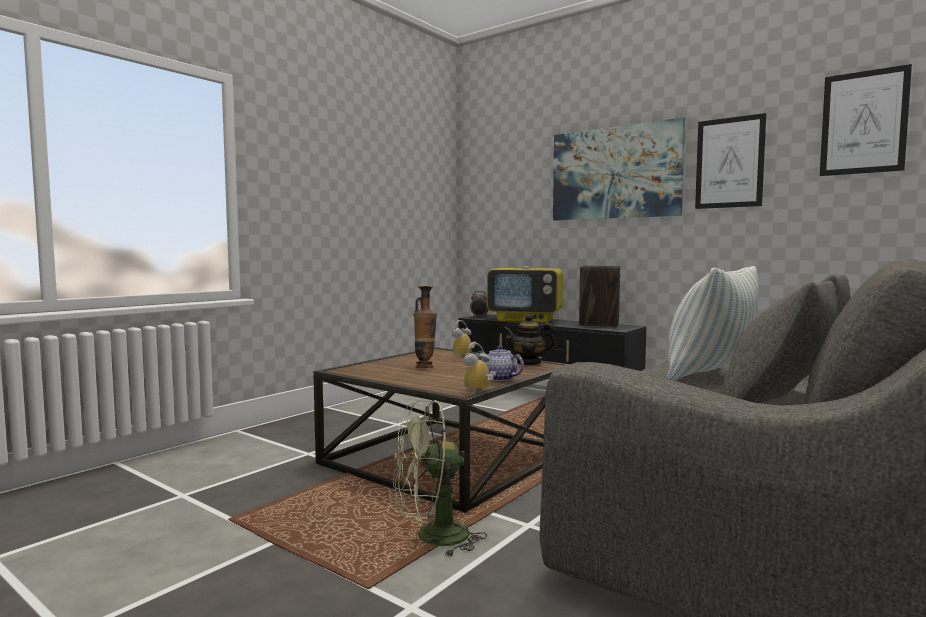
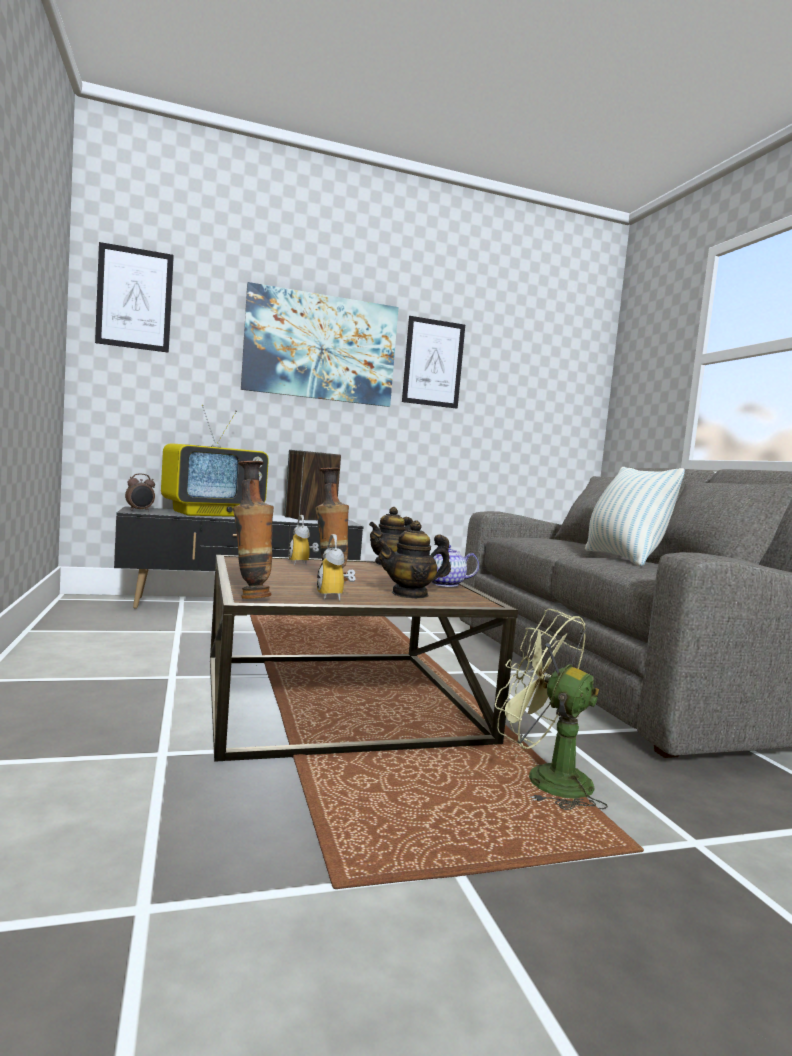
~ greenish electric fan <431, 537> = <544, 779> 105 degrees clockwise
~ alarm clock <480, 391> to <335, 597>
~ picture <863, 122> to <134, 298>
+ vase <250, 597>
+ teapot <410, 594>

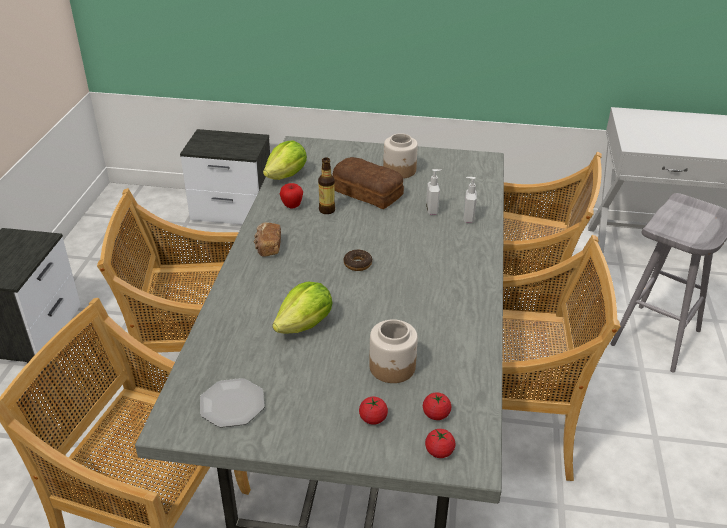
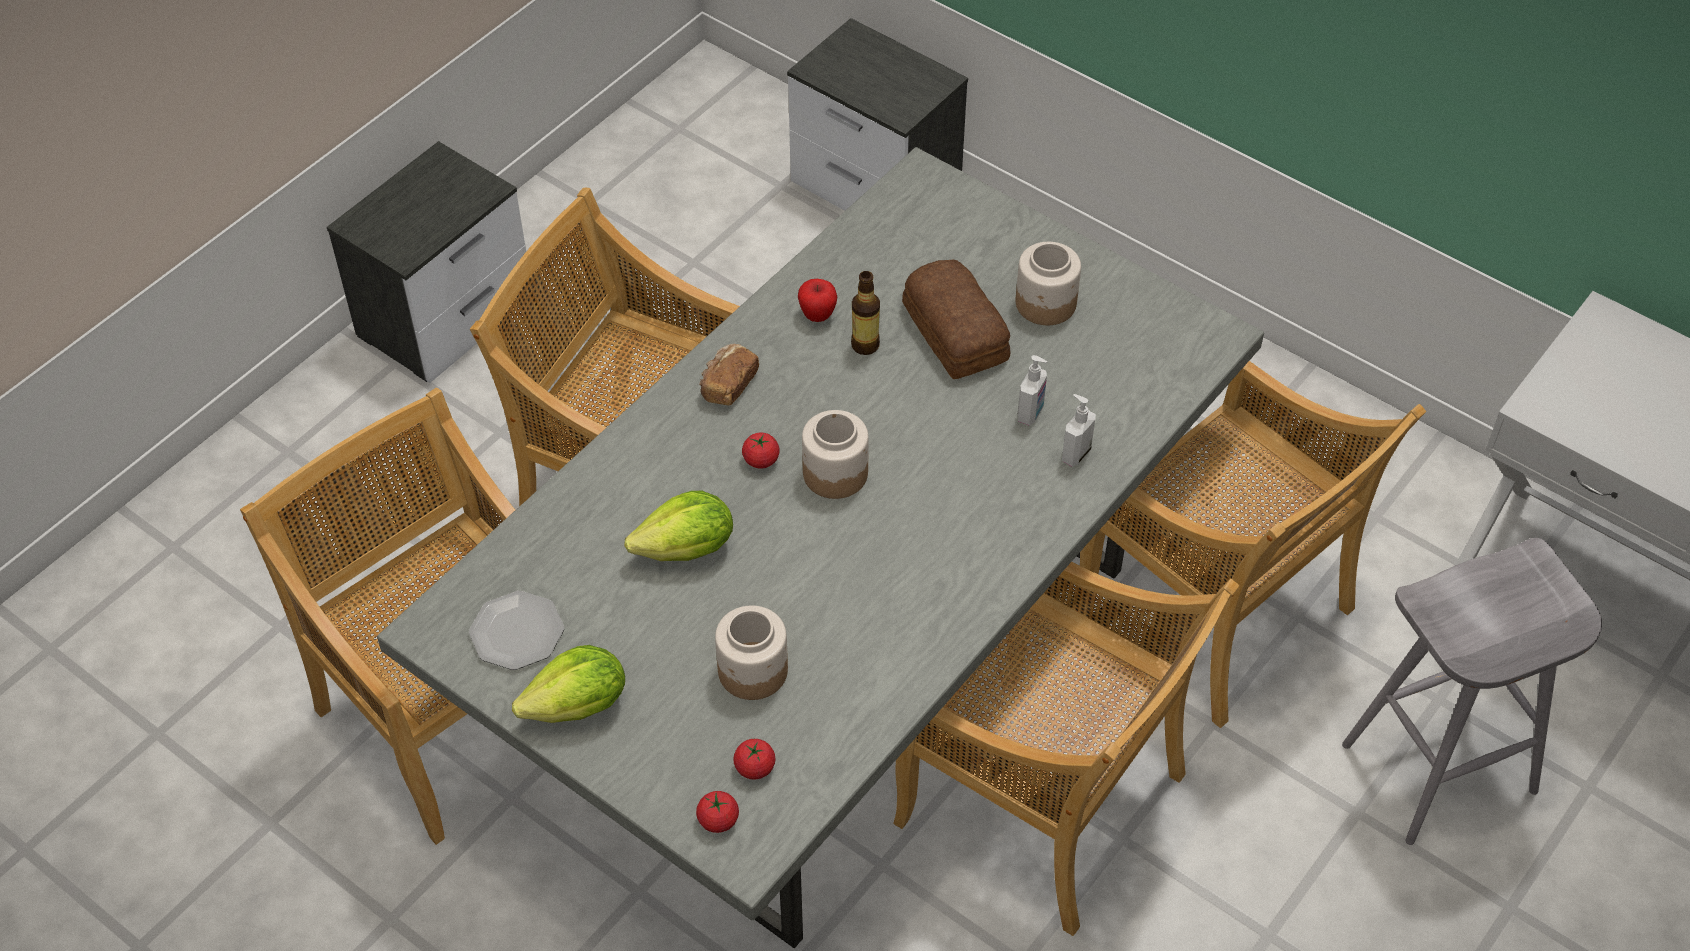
~ head of lettuce <286, 175> to <578, 707>
~ doughnut <357, 264> to storage jar <835, 473>
~ whole tomato <373, 418> to <761, 460>

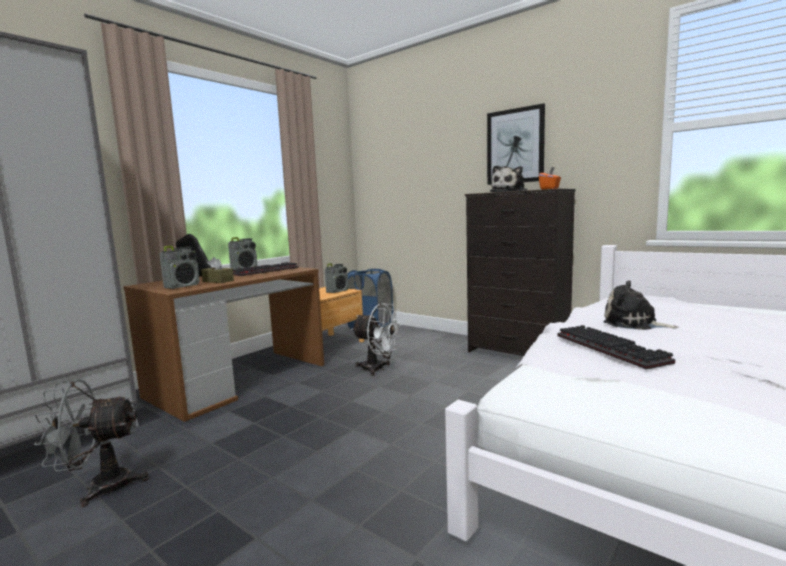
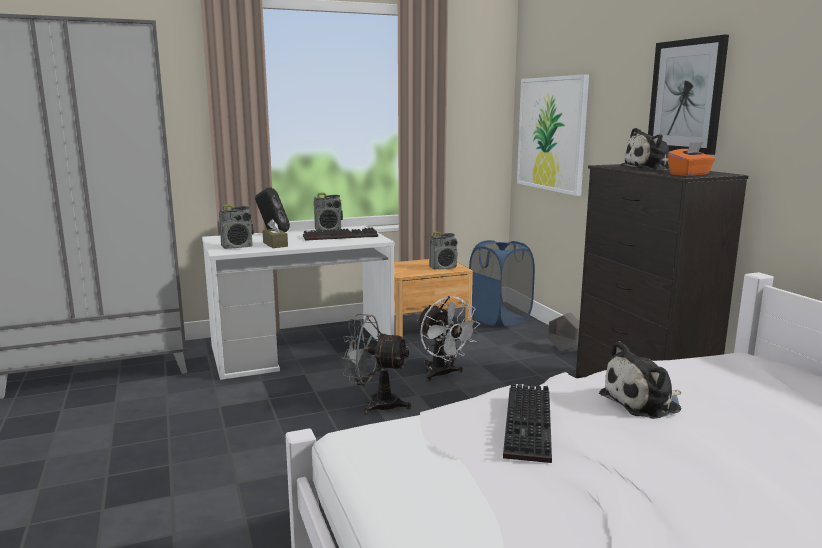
~ grey electric fan <99, 487> to <375, 404>
~ brown-coloured desk table <239, 380> to white-coloured desk table <301, 350>
~ cuddly toy <634, 324> = <644, 402> 90 degrees counterclockwise
+ picture <551, 134>
+ grey plant pot <564, 349>

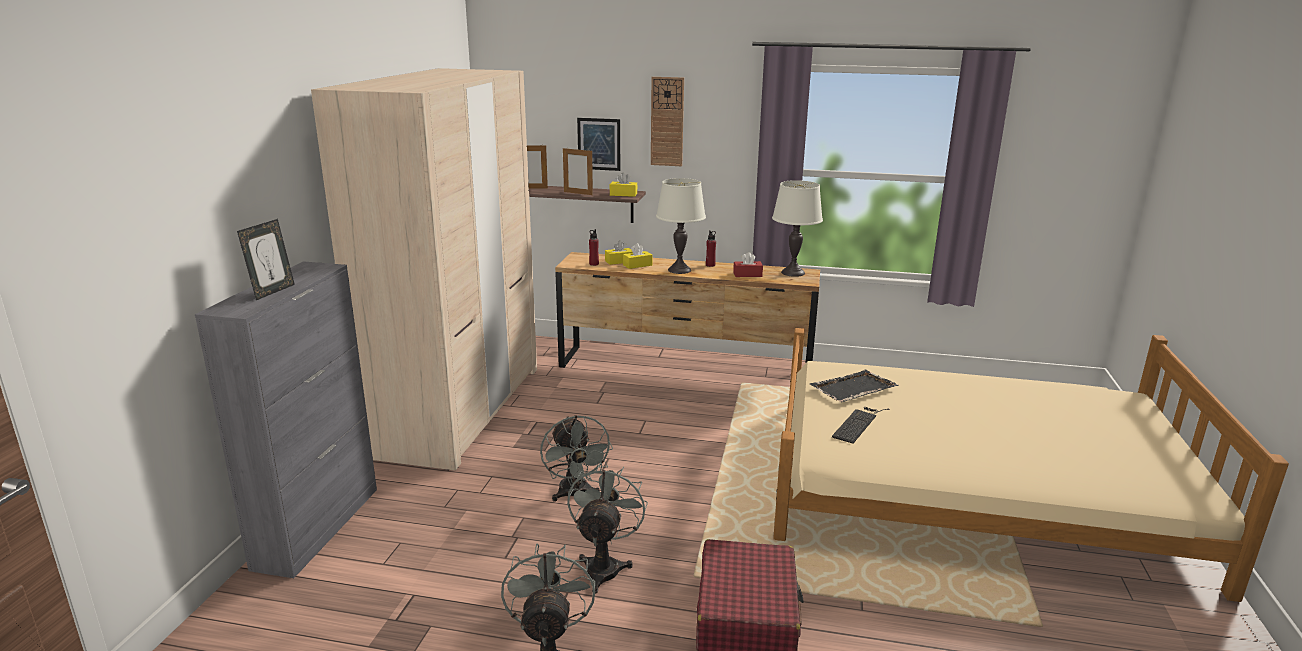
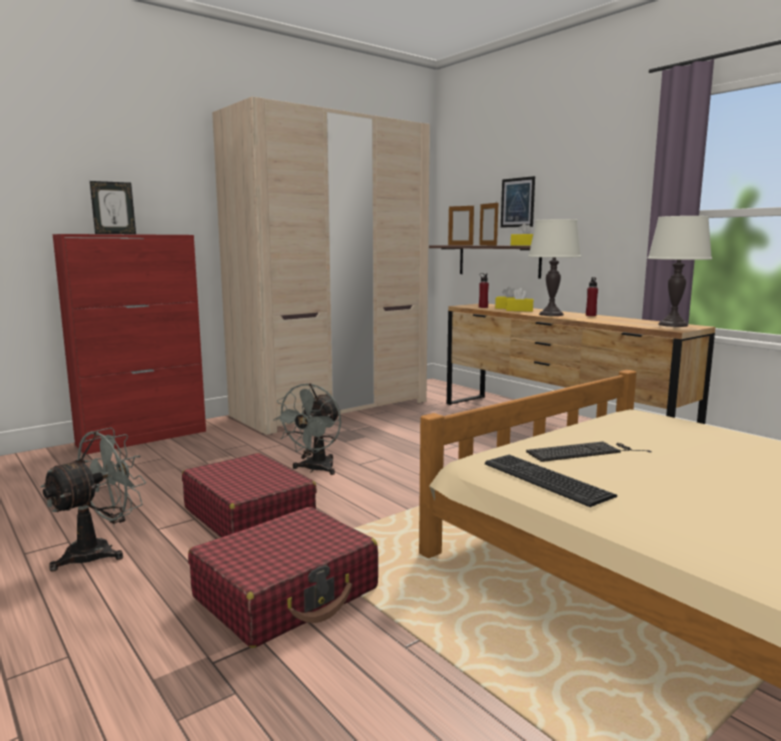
~ grey cabinet <318, 527> to red-coloured cabinet <143, 437>
~ grey electric fan <604, 566> to red-coloured travel case <249, 515>
- clock on the wall <667, 122>
- red-coloured tissue holder <747, 274>
- black-coloured carrying tray <852, 389>
+ keyboard <546, 480>

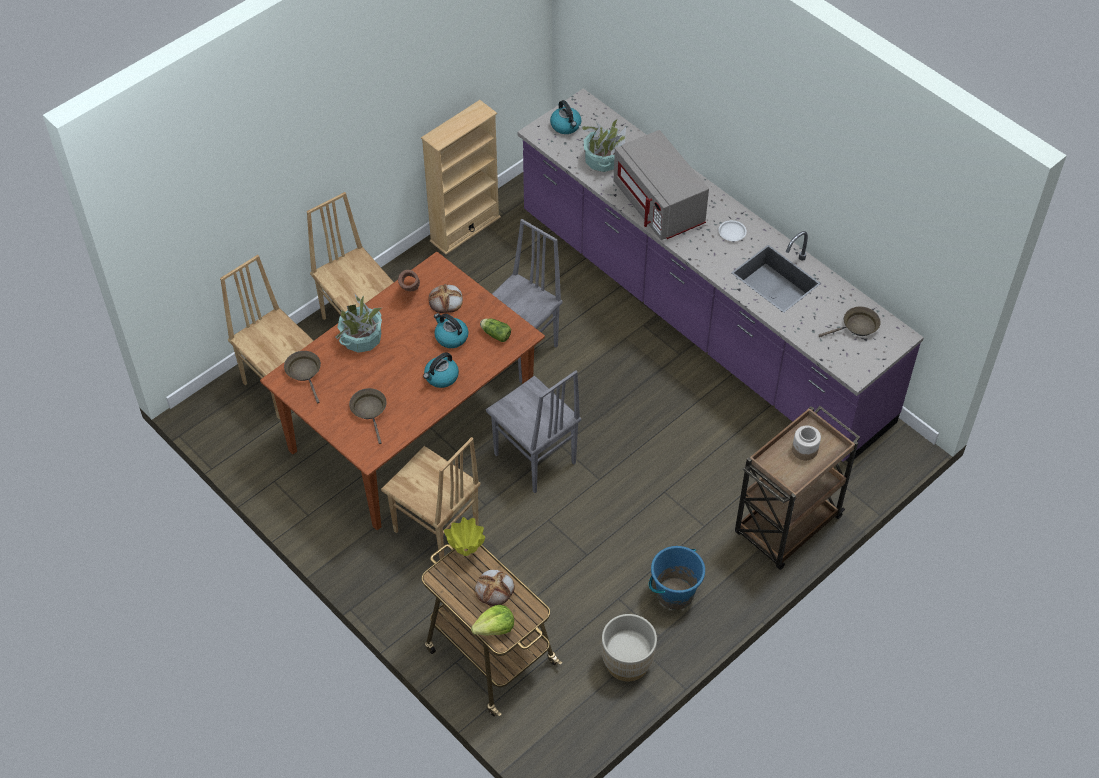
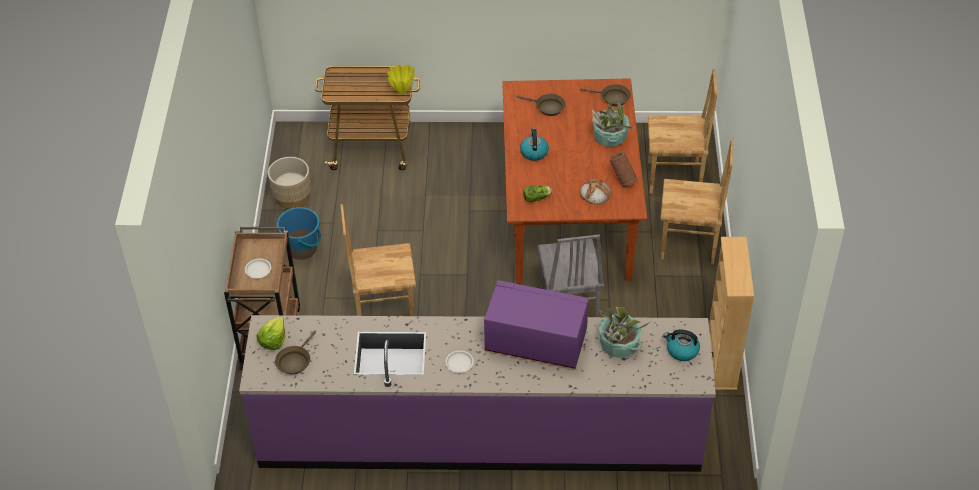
~ brown-coloured chair <436, 531> to <384, 309>
- tea kettle <451, 337>
~ head of lettuce <495, 628> to <273, 340>
- bakery bread <495, 589>
- grey chair <534, 460>
~ grey kitchen microwave <659, 205> to purplish kitchen microwave <535, 342>
~ storage jar <804, 450> to white-coloured dinner plate <258, 270>

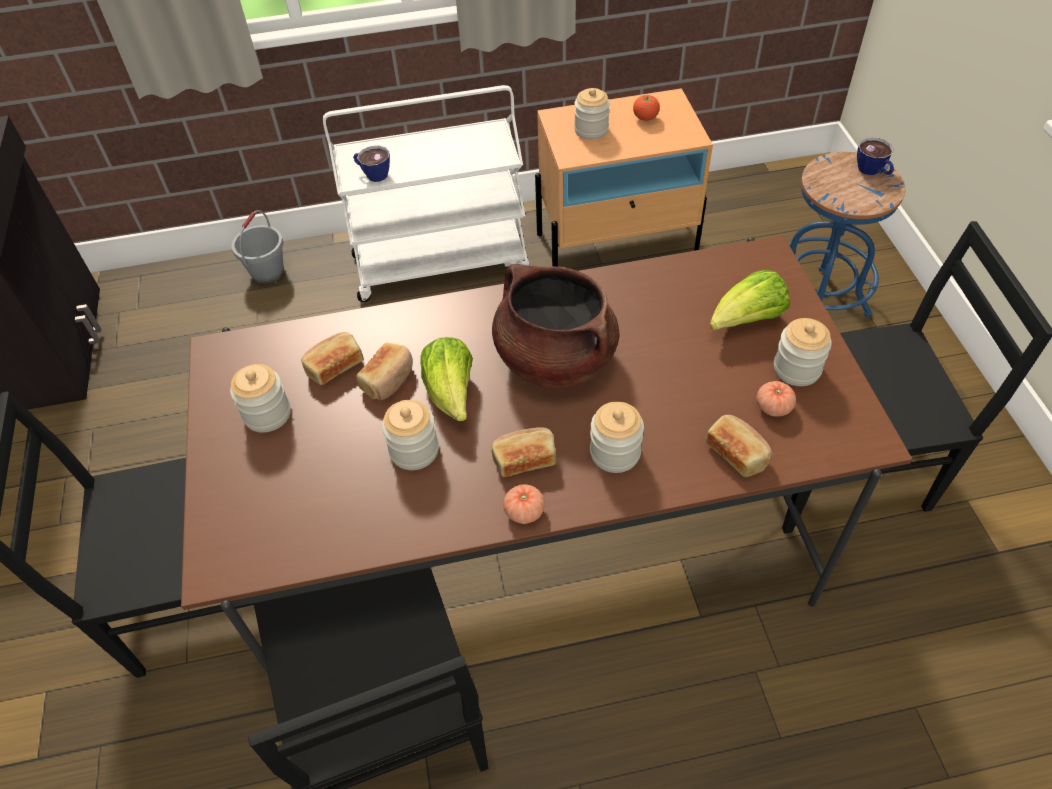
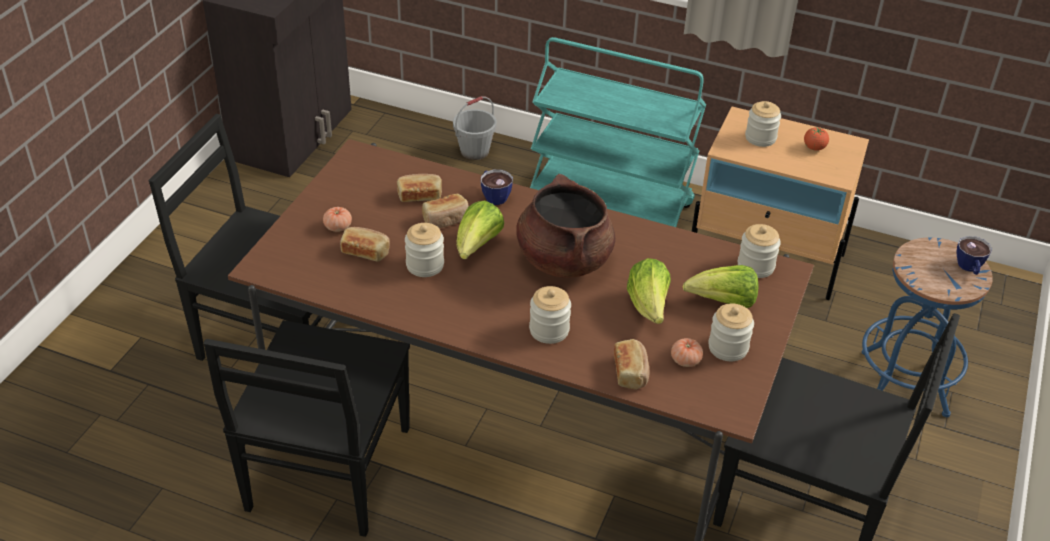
~ storage jar <267, 414> to <755, 266>
~ white-coloured wheeled cart <441, 263> to turquoise-coloured wheeled cart <610, 205>
~ drinking cup <373, 174> to <494, 195>
~ bakery bread <524, 458> to <366, 251>
~ whole tomato <524, 511> to <338, 227>
+ head of lettuce <648, 306>

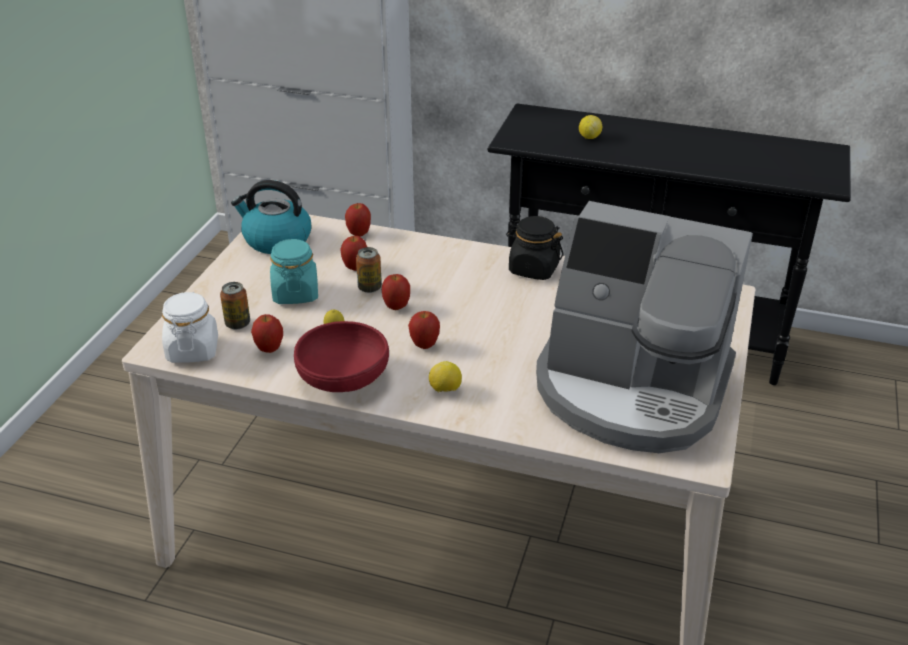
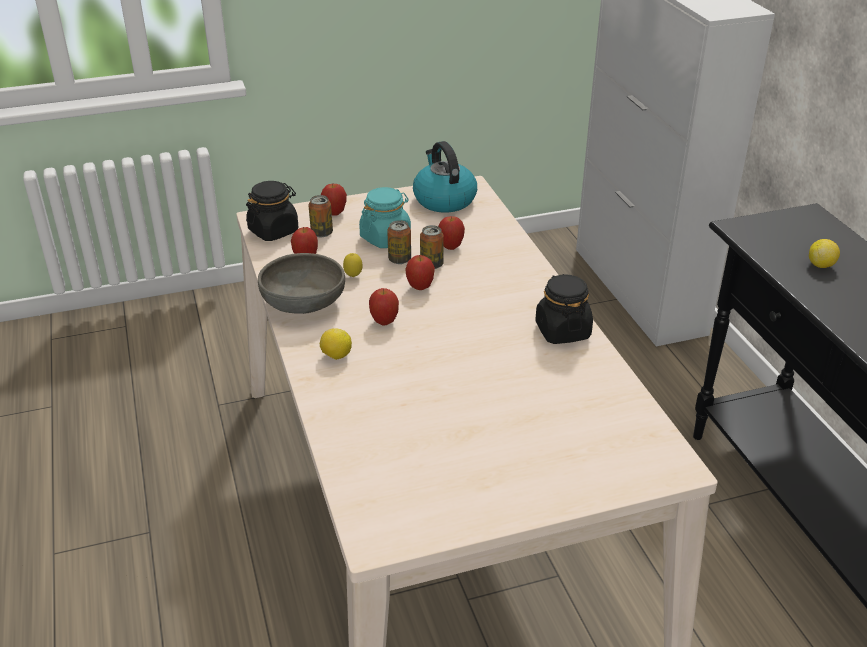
~ white-coloured storage jar <192, 350> to black-coloured storage jar <273, 231>
~ red-coloured bowl <343, 378> to grey bowl <303, 304>
~ apple <359, 234> to <334, 213>
- coffee maker <631, 389>
+ can <399, 259>

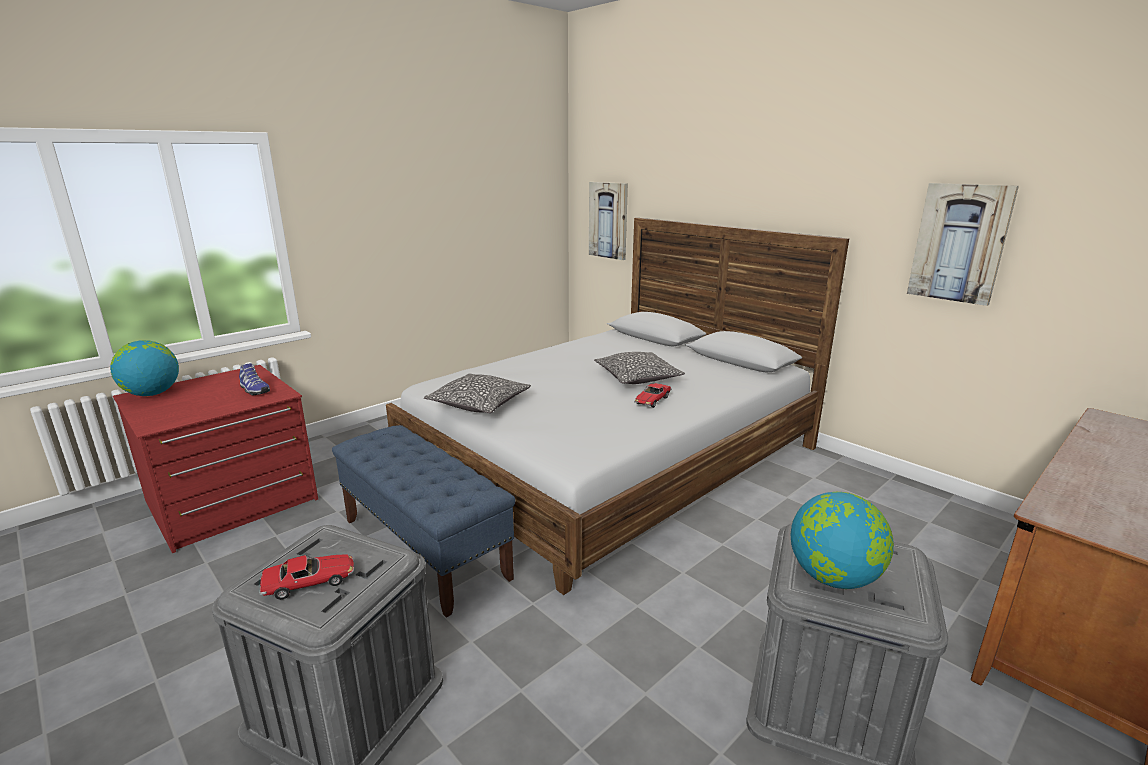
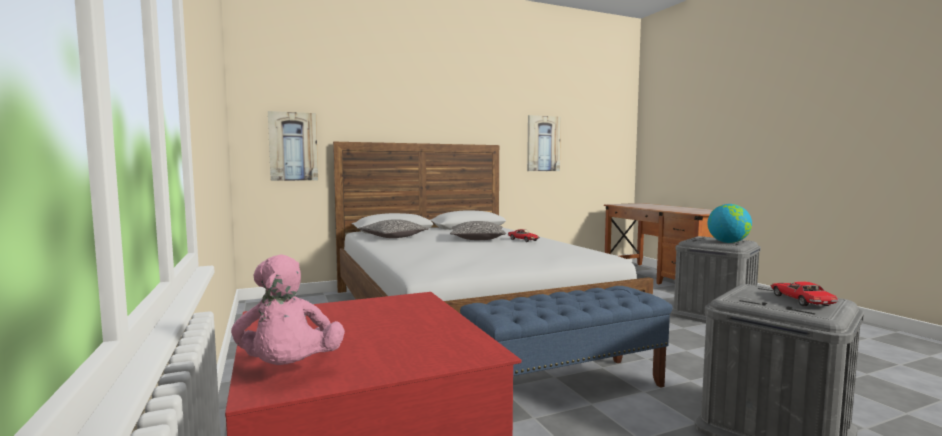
~ world globe <152, 394> to pink-coloured cuddly toy <288, 370>
- item of footwear <254, 390>
~ pillow <479, 404> to <393, 237>

